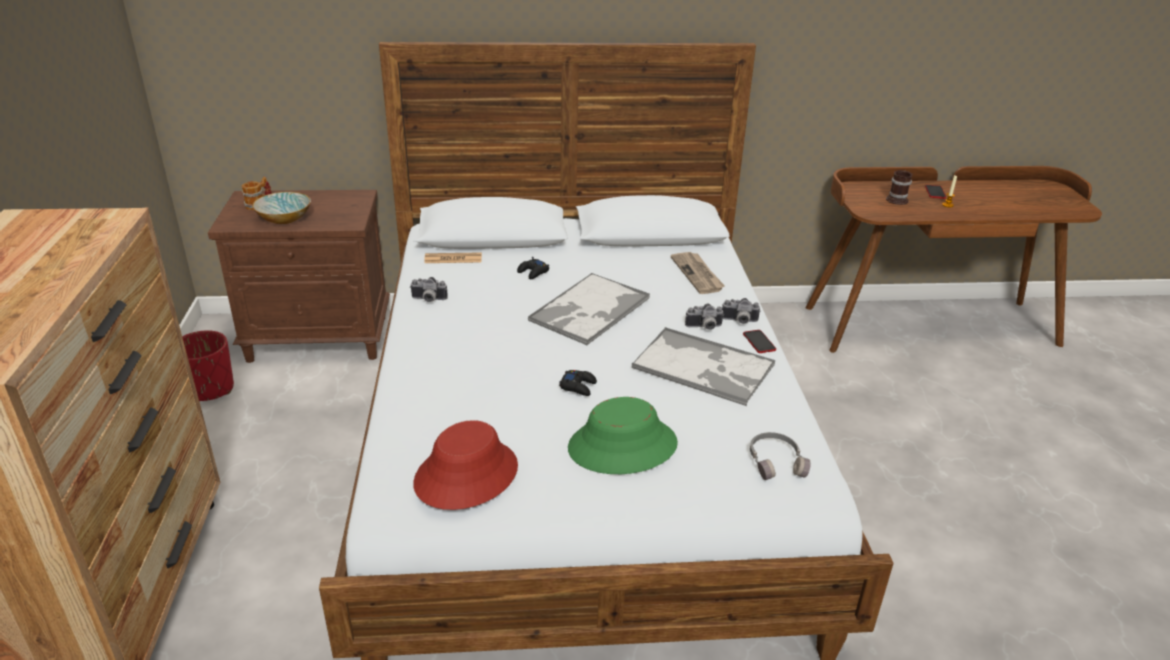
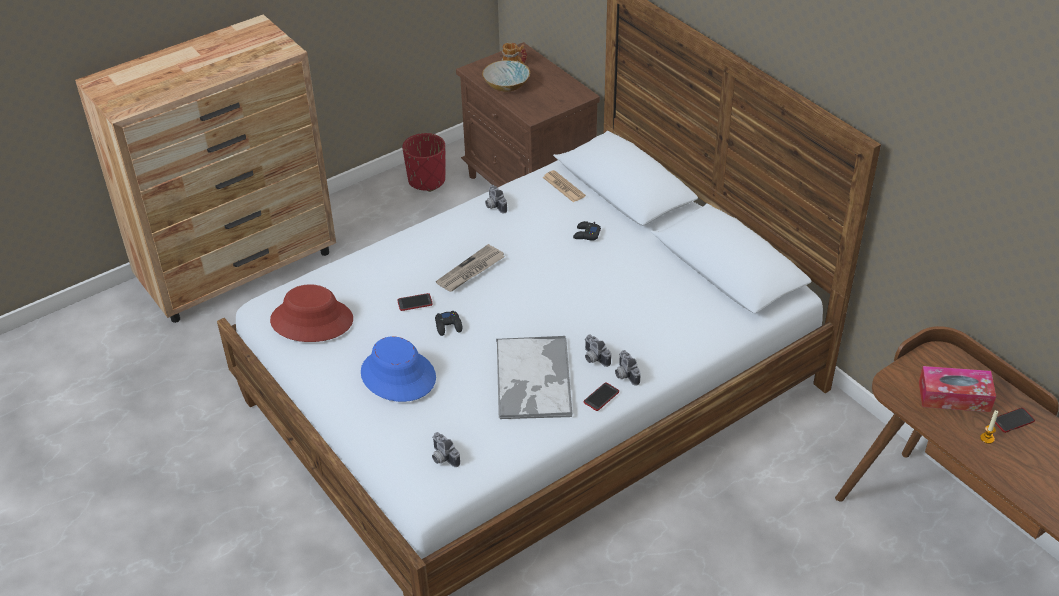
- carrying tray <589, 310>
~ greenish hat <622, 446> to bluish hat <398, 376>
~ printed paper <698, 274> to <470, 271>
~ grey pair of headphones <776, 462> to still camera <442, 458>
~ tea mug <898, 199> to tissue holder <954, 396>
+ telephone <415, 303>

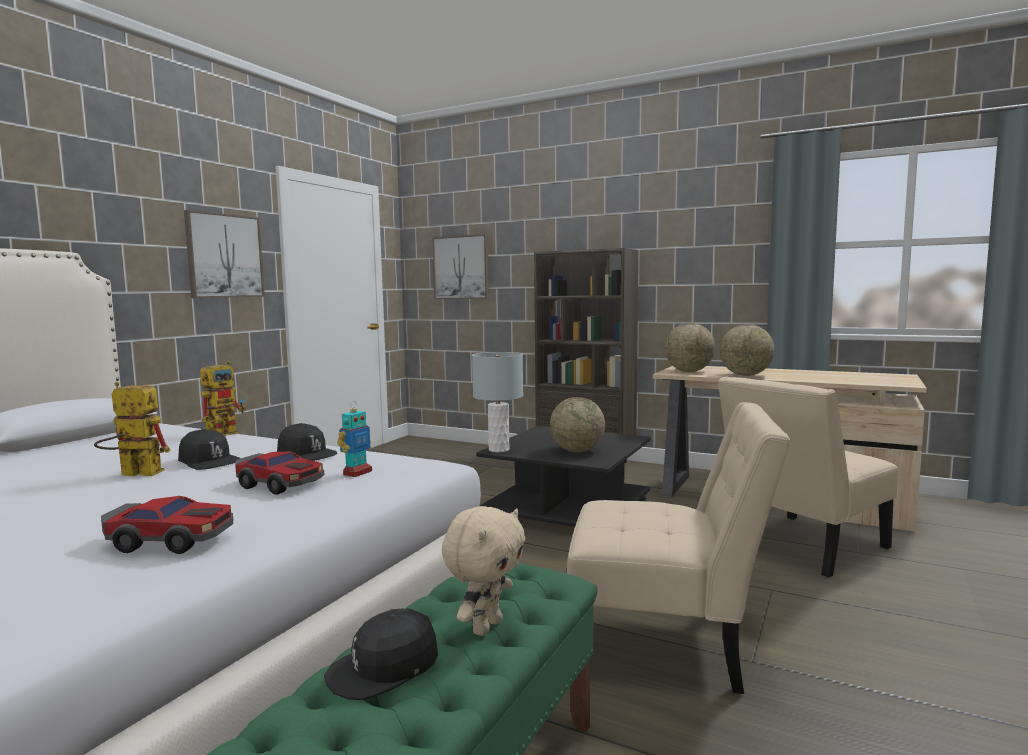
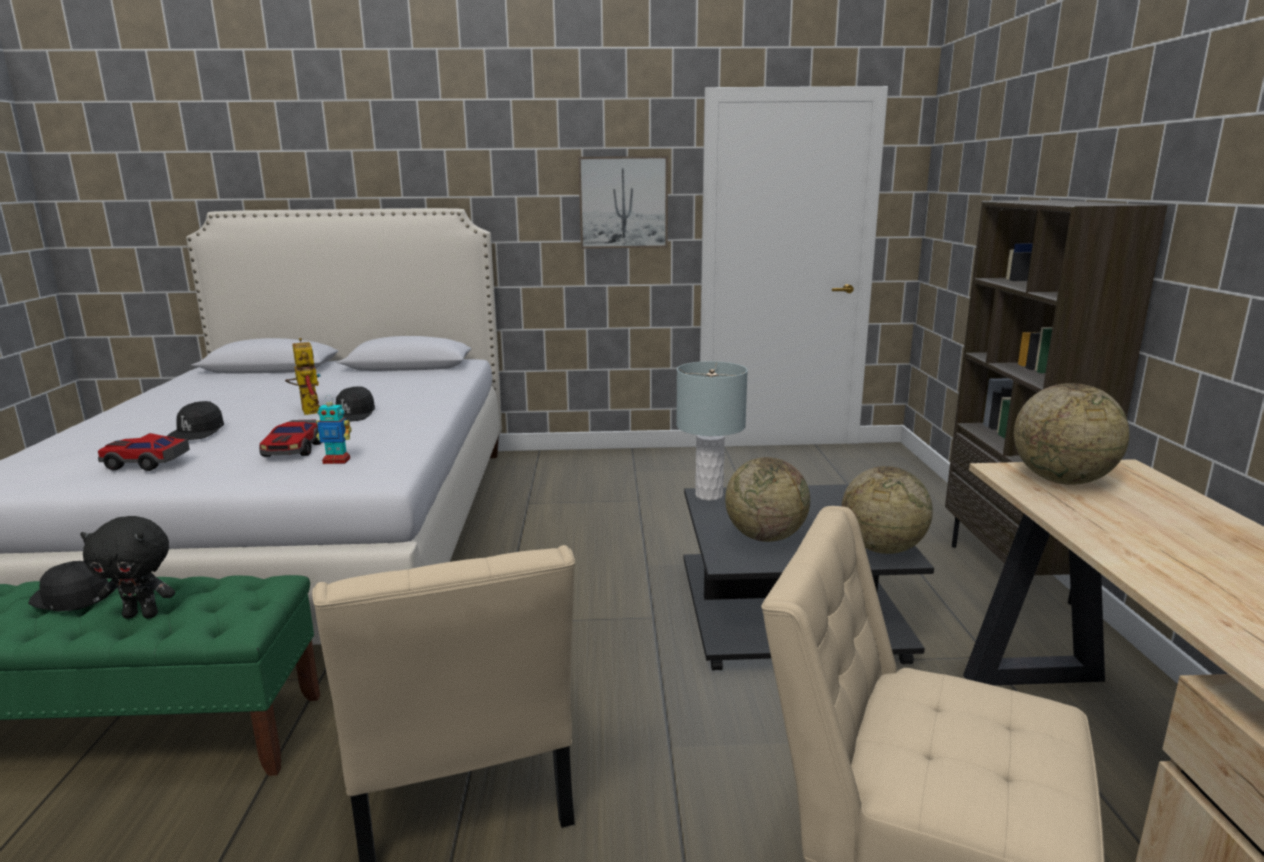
~ miniature car <171, 540> = <146, 463> 120 degrees clockwise
- model robot <226, 432>
~ black-coloured cap <306, 454> to <197, 431>
- picture <461, 267>
~ sand-coloured cuddly toy <485, 626> to black-coloured cuddly toy <142, 615>
~ world globe <745, 375> to <882, 548>

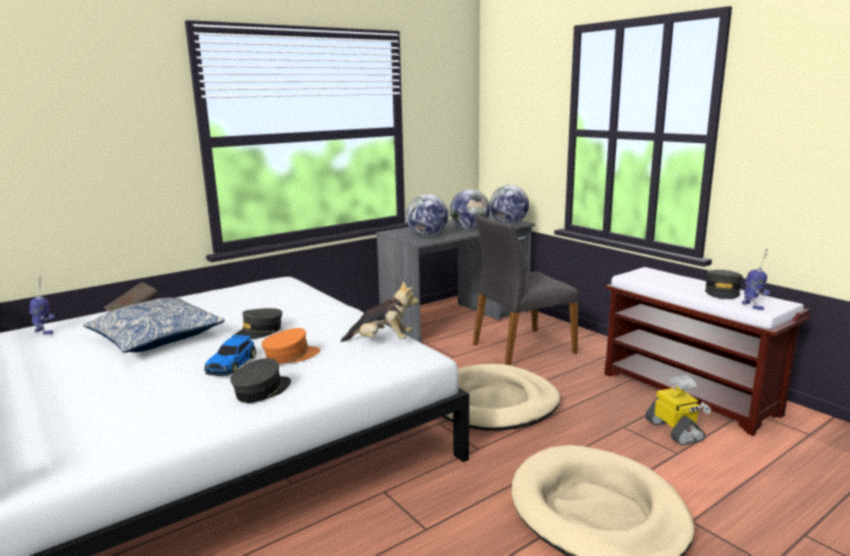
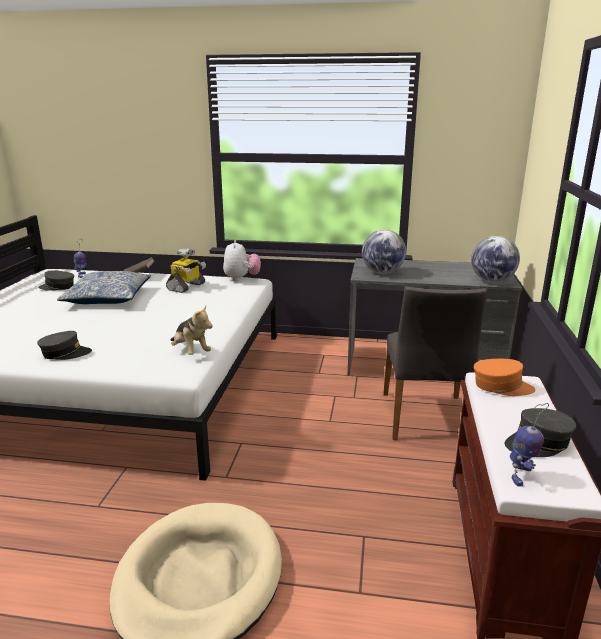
- miniature car <232, 364>
~ grey cap <259, 331> to <57, 287>
~ orange-coloured cap <291, 356> to <501, 386>
- sand-coloured dog bed <493, 403>
- world globe <470, 229>
~ grey chair <521, 348> = <425, 417> 105 degrees counterclockwise
~ model robot <675, 431> to <186, 287>
+ cuddly toy <241, 279>

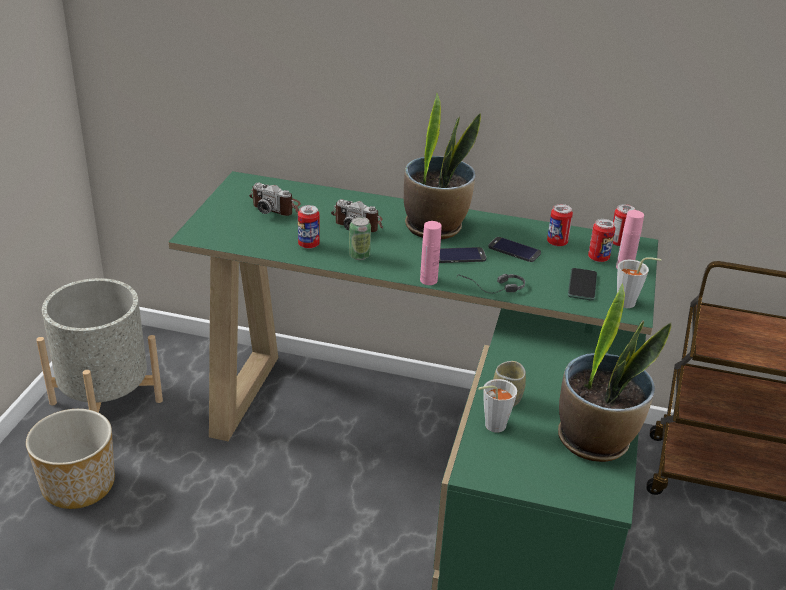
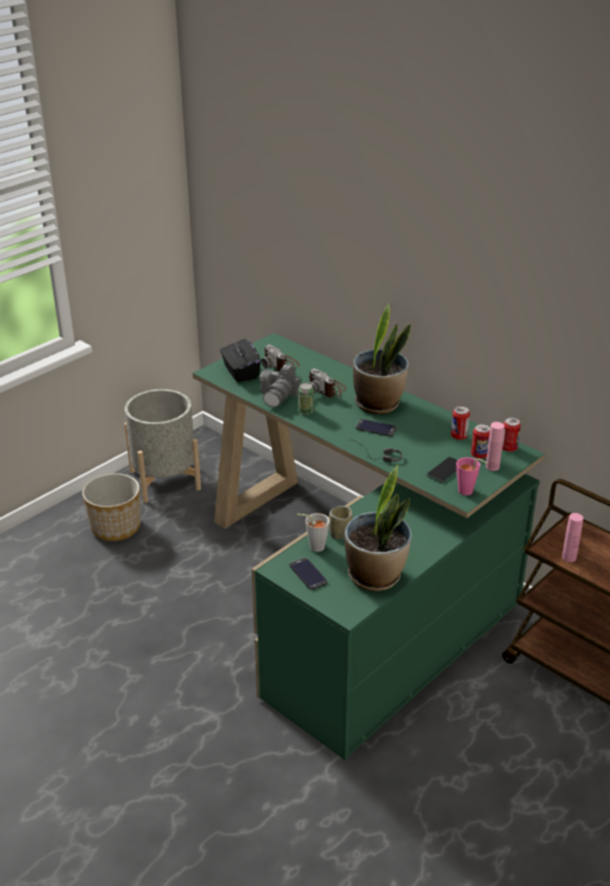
~ can <308, 245> to still camera <279, 396>
~ pink-coloured bottle <428, 280> to <569, 557>
~ telephone <514, 250> to <308, 574>
~ grey drinking cup <630, 303> to pink-coloured drinking cup <468, 492>
+ black-coloured tissue holder <240, 372>

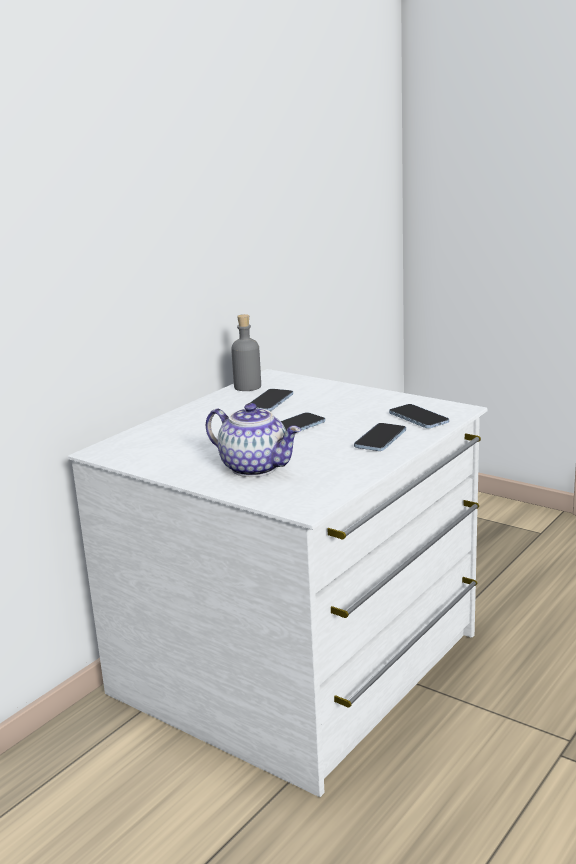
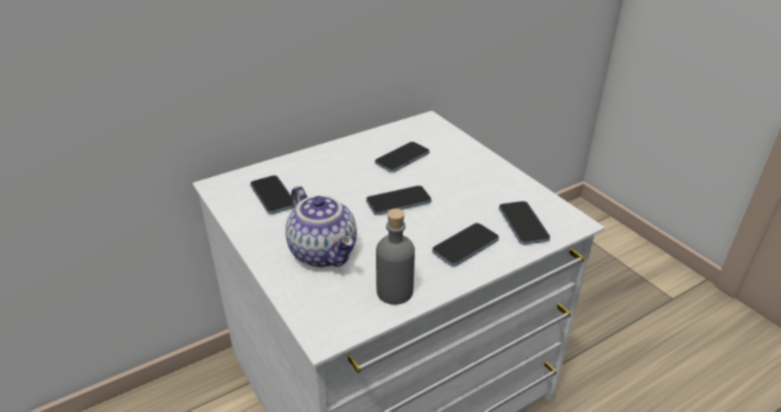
~ grey bottle <247, 387> to <395, 292>
+ telephone <273, 196>

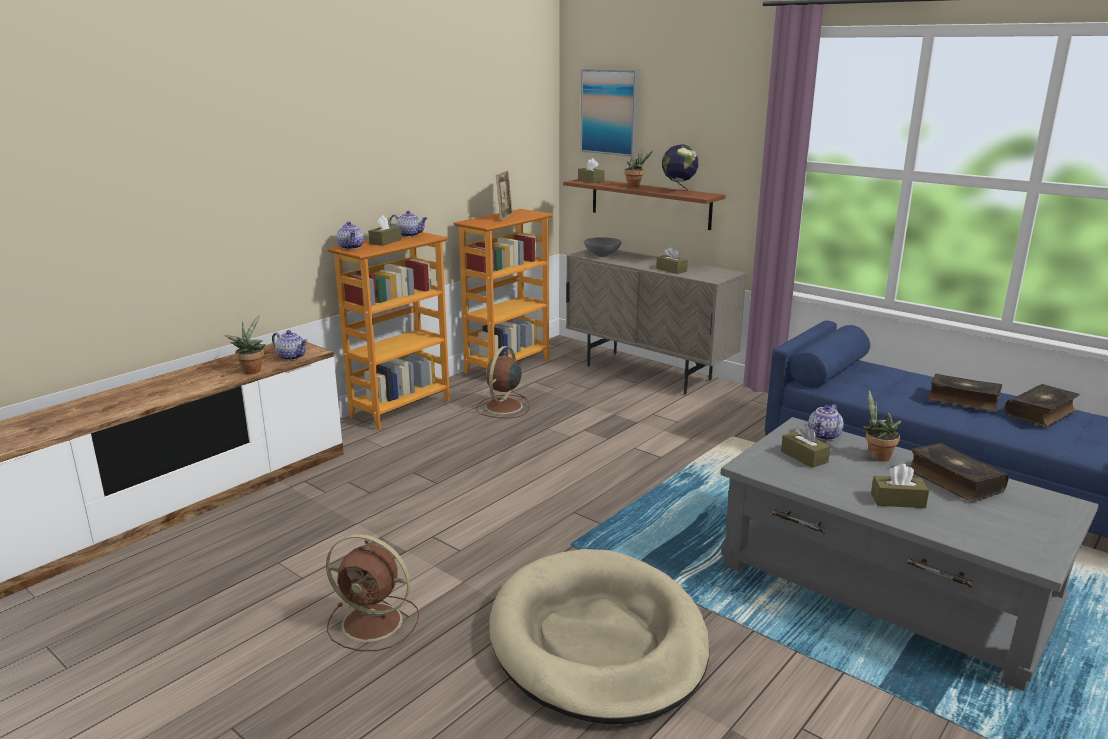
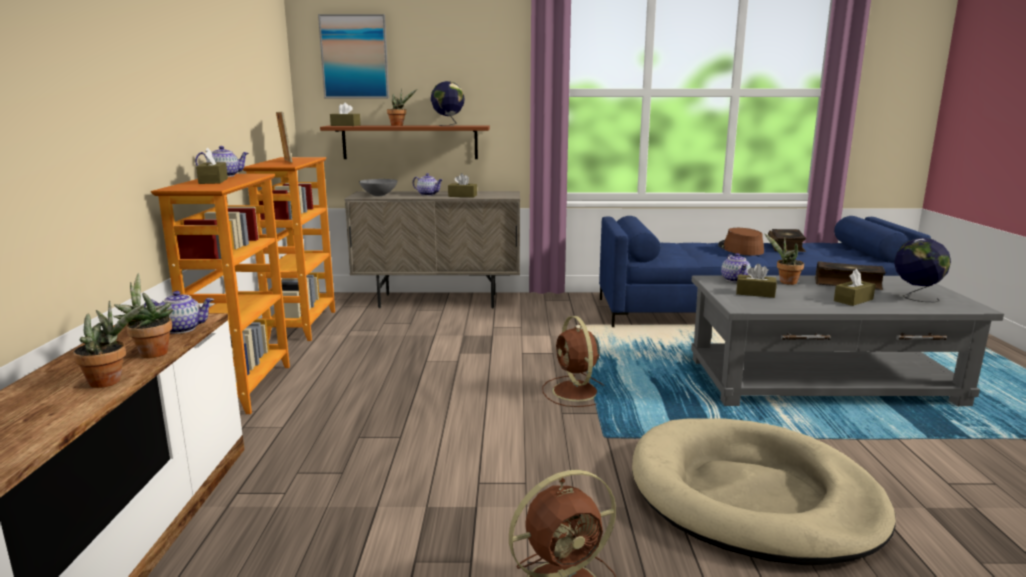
~ teapot <352, 247> to <428, 194>
~ brown-coloured electric fan <503, 407> to <576, 392>
~ bound book <963, 400> to brown-coloured hat <740, 249>
+ plant in a pot <110, 381>
+ world globe <915, 297>

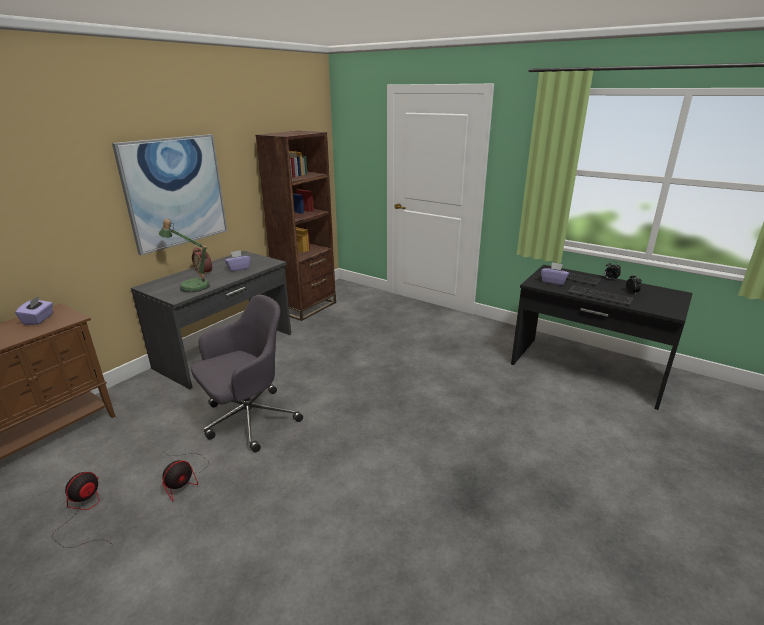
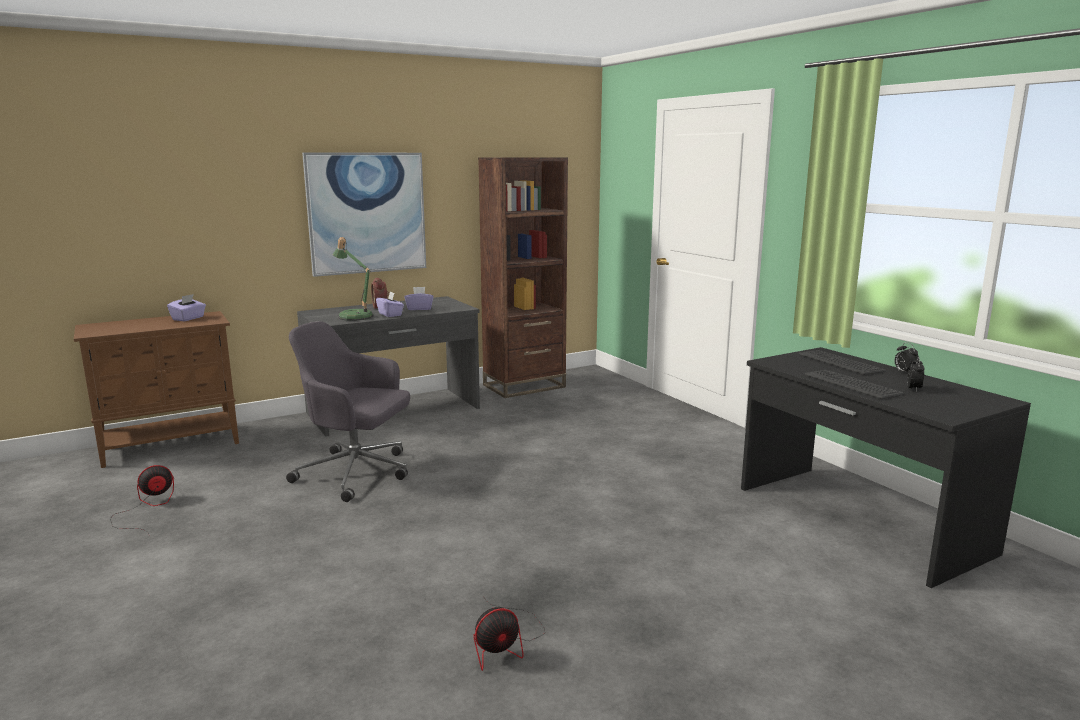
~ electric fan <184, 478> to <505, 643>
~ grey office chair <248, 420> = <357, 473> 150 degrees counterclockwise
~ purplish tissue holder <553, 282> to <390, 314>

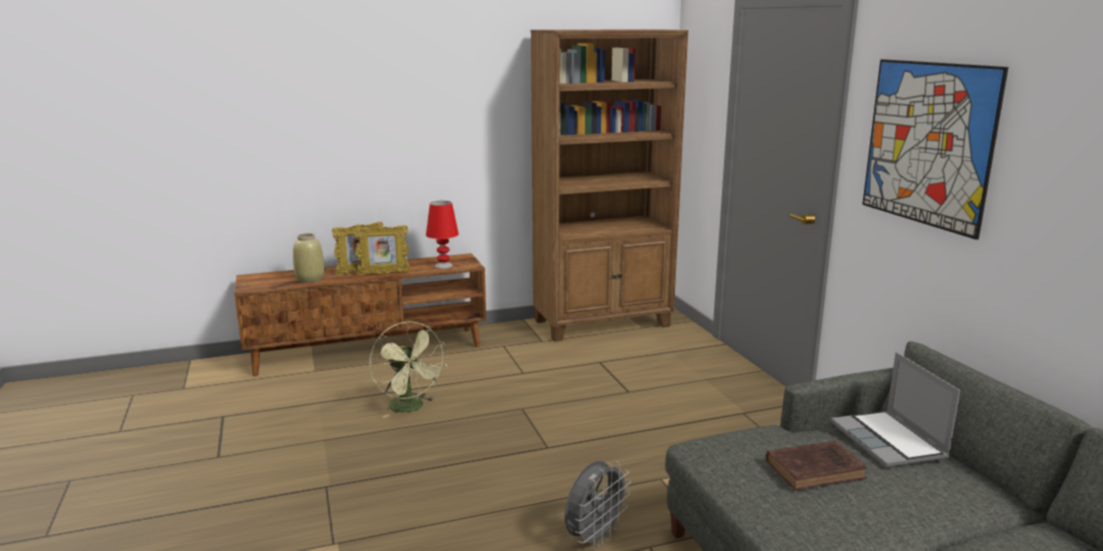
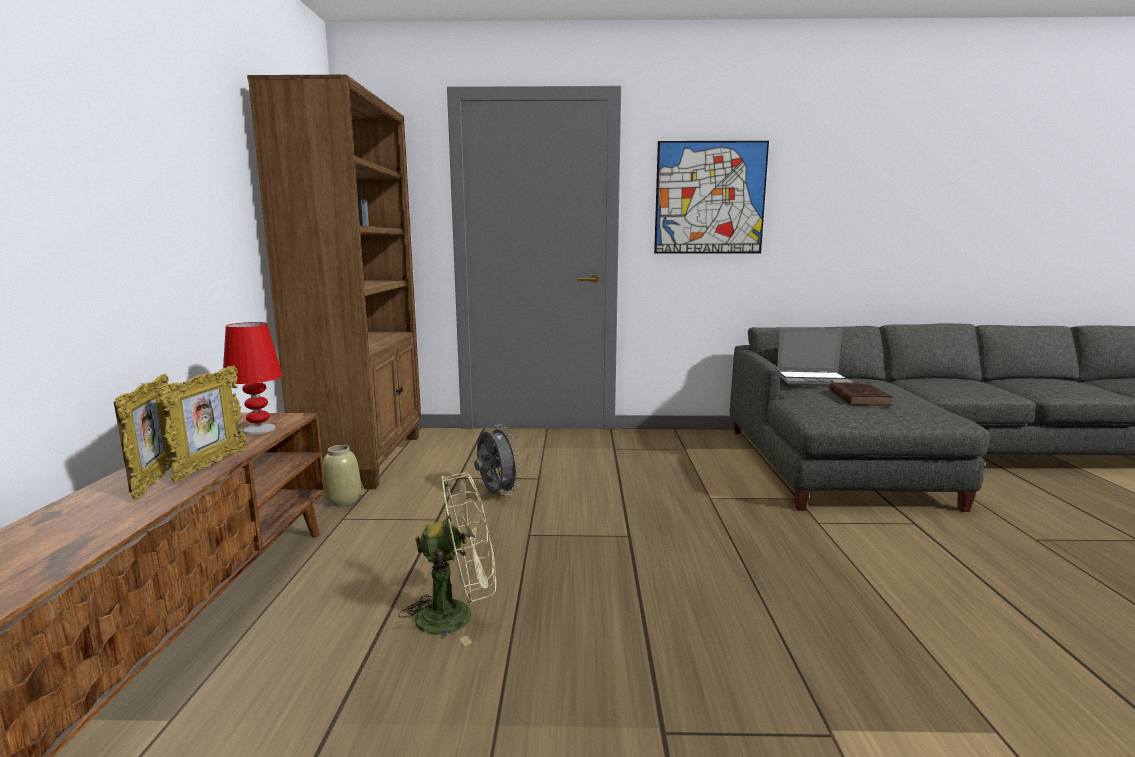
~ sand-coloured vase <310, 279> to <343, 500>
~ grey electric fan <594, 538> to <496, 494>

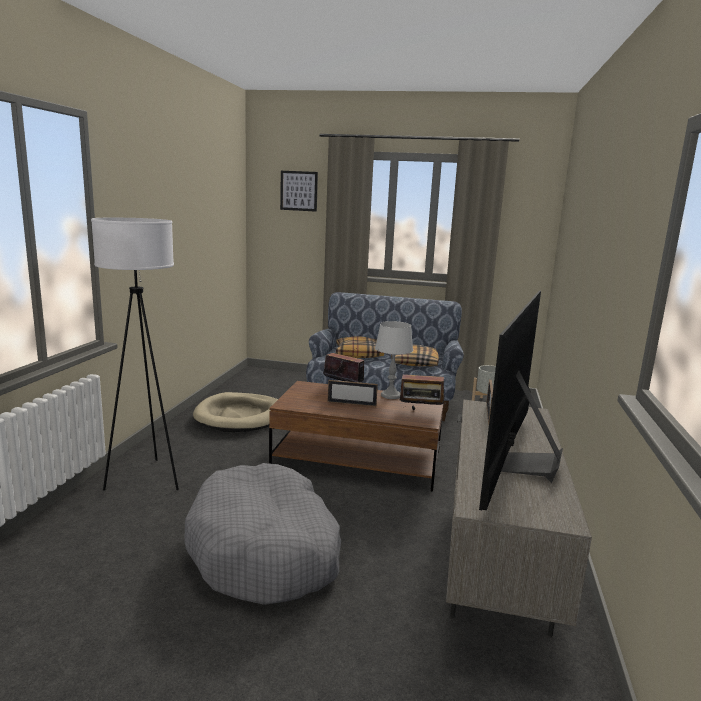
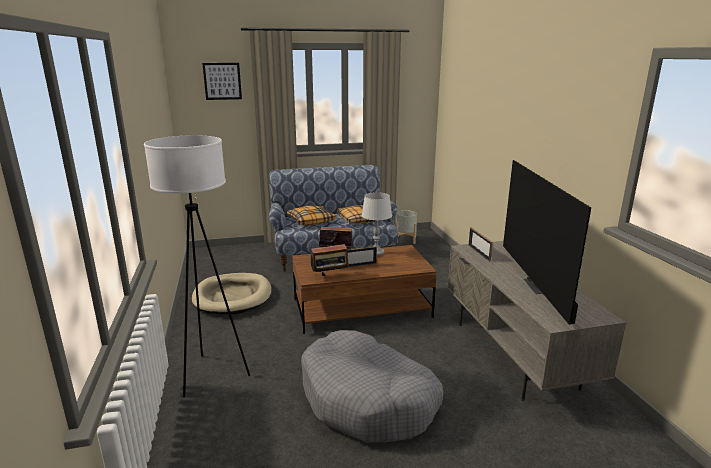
~ radio <421, 412> to <330, 276>

